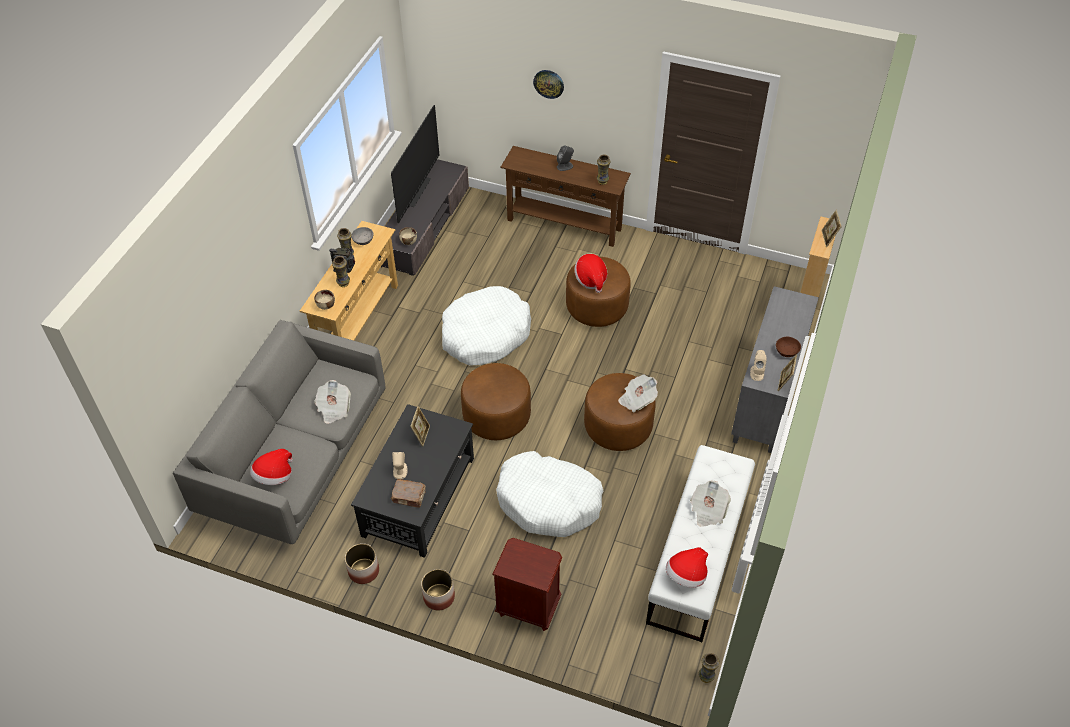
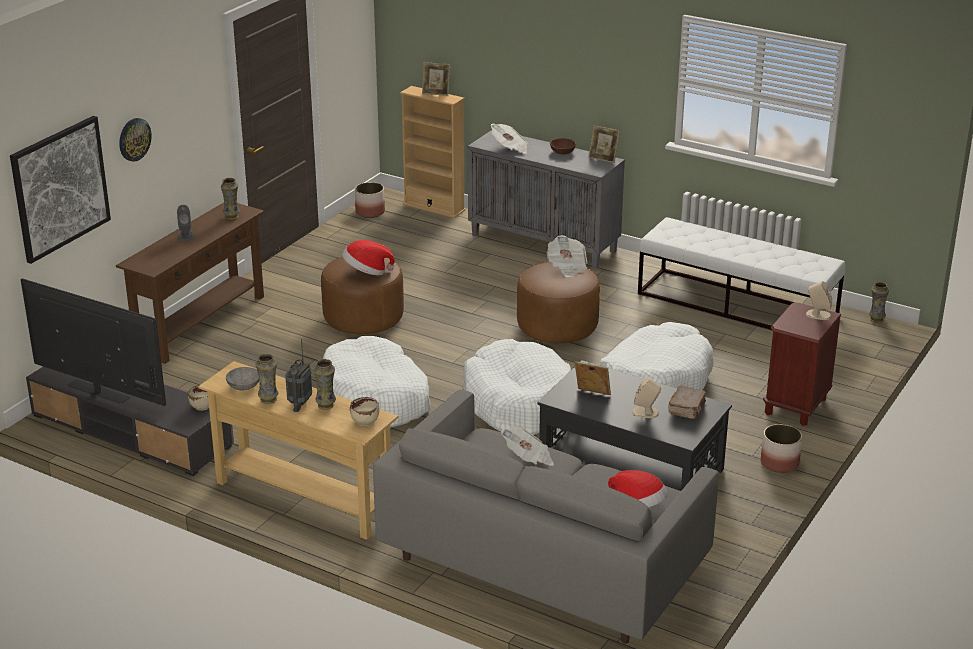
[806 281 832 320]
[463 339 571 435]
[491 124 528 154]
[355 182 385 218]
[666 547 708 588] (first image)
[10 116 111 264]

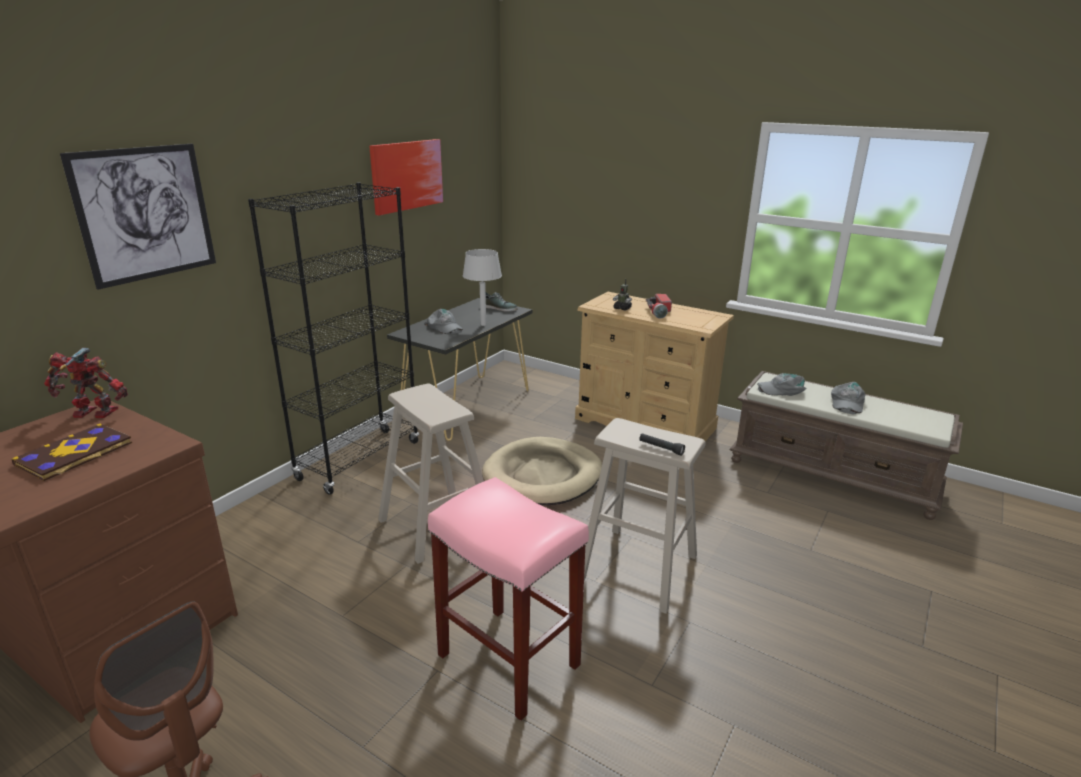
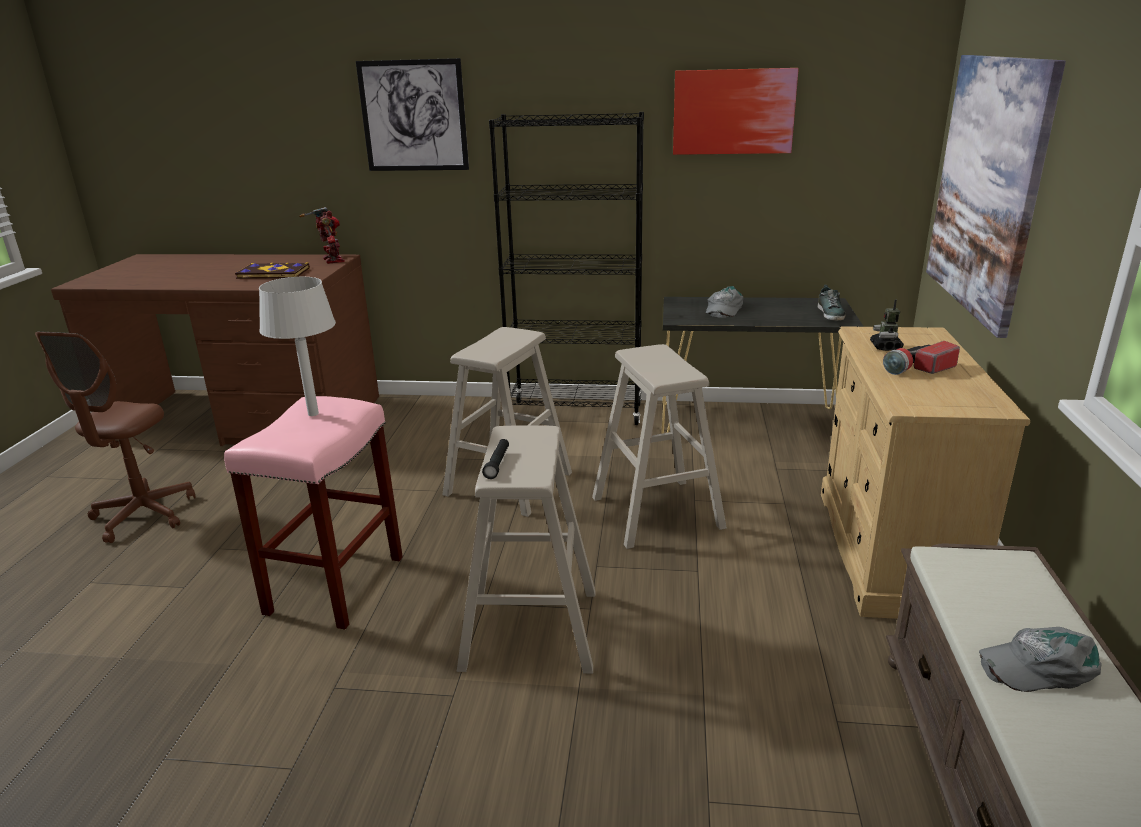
[259 277 336 416]
[758 373 806 396] (first image)
[592 344 727 549]
[926 55 1066 338]

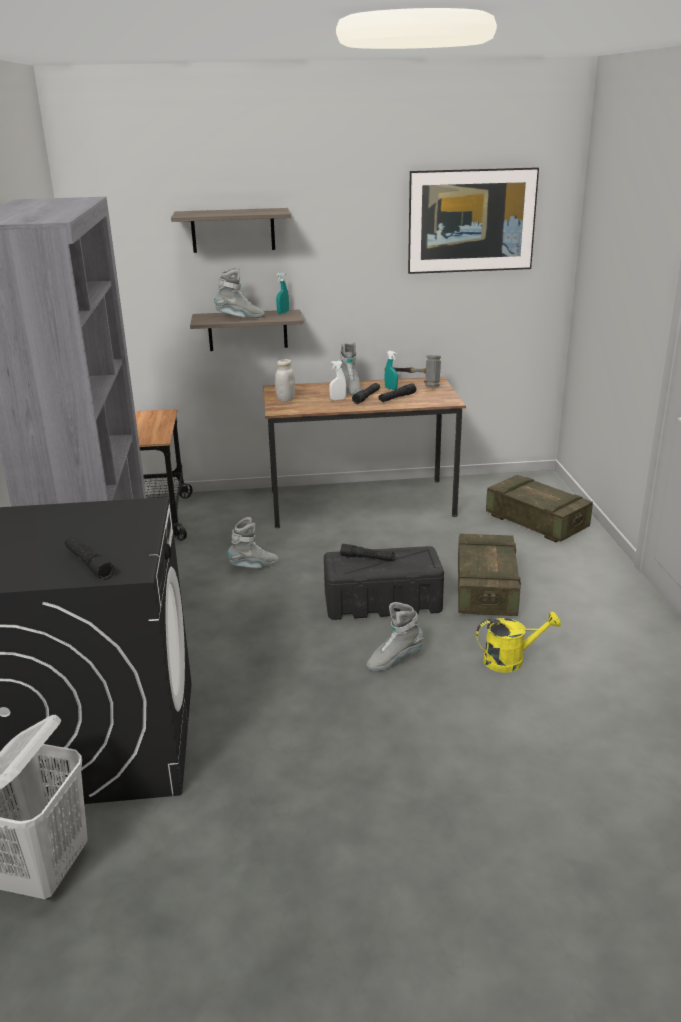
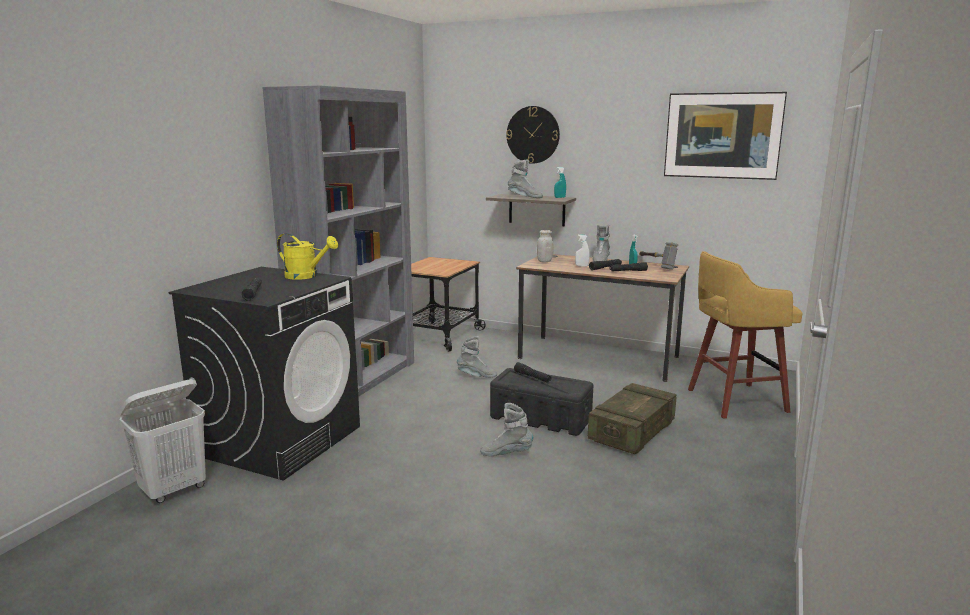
[506 106 560 164]
[688 251 803 418]
[277 233 338 280]

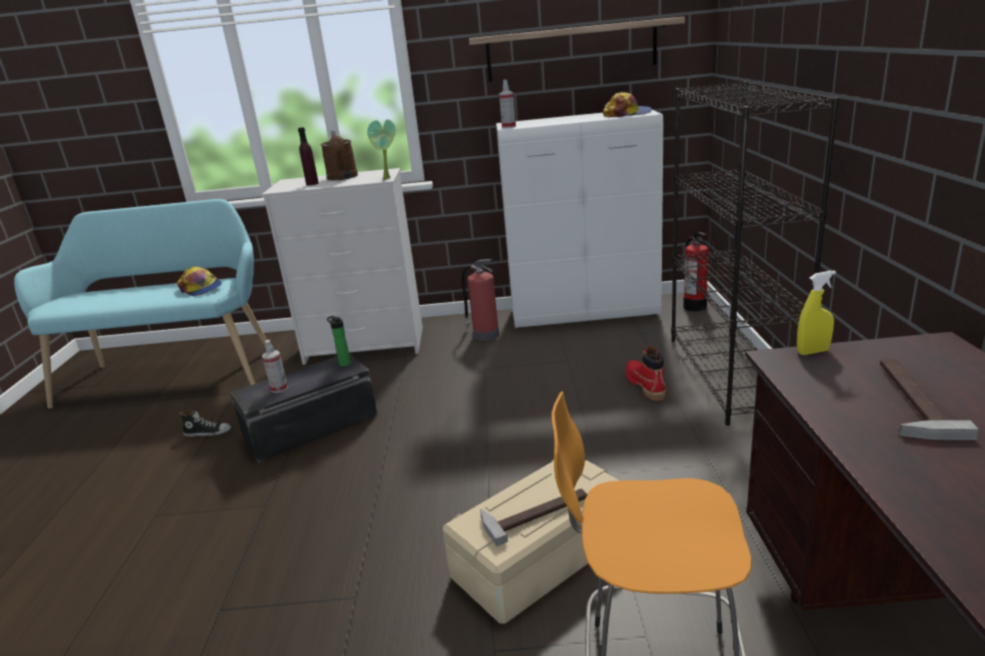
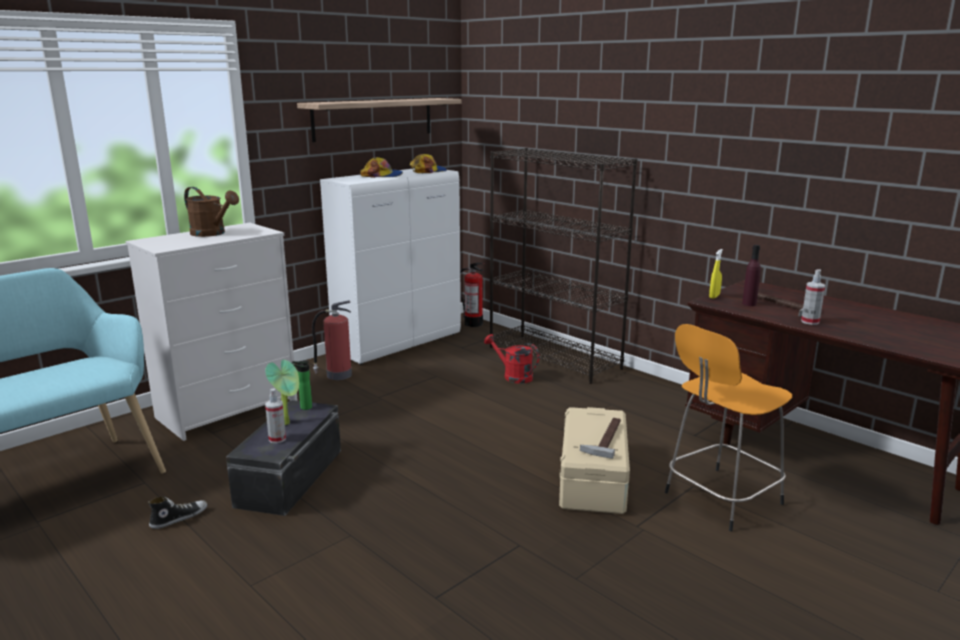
[801 269 825 325]
[265 360 299 425]
[742 245 761 306]
[360 157 403 178]
[484 334 540 384]

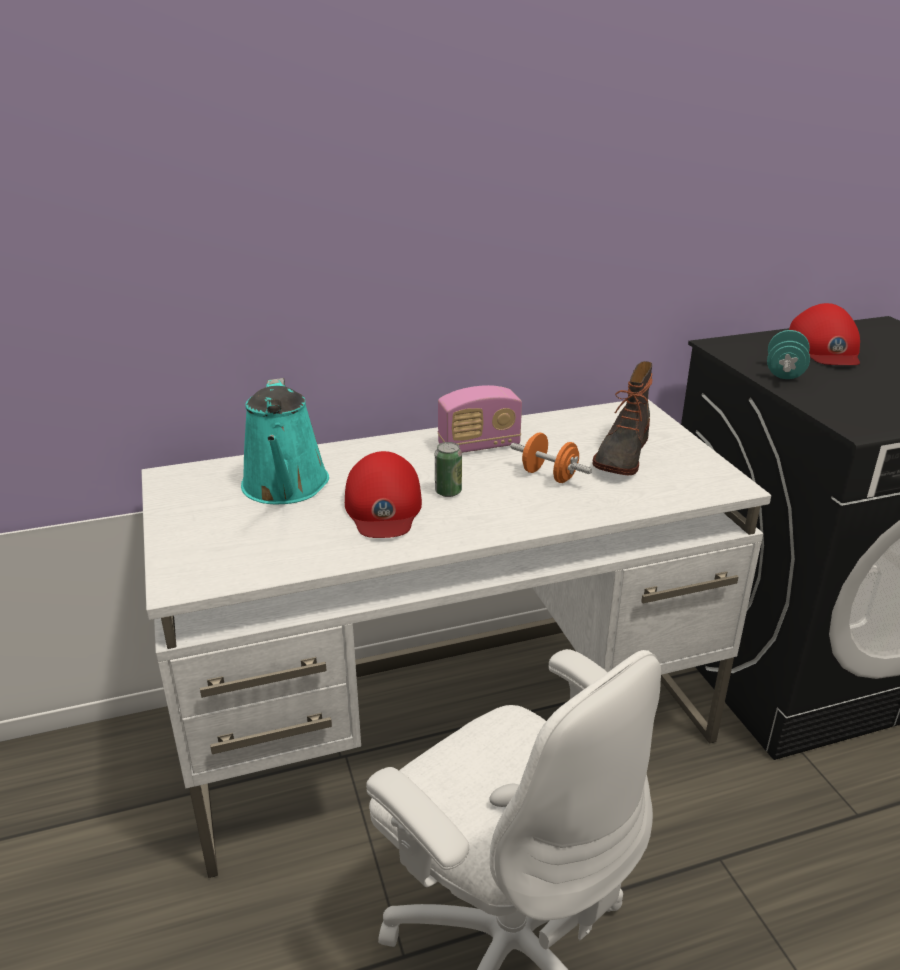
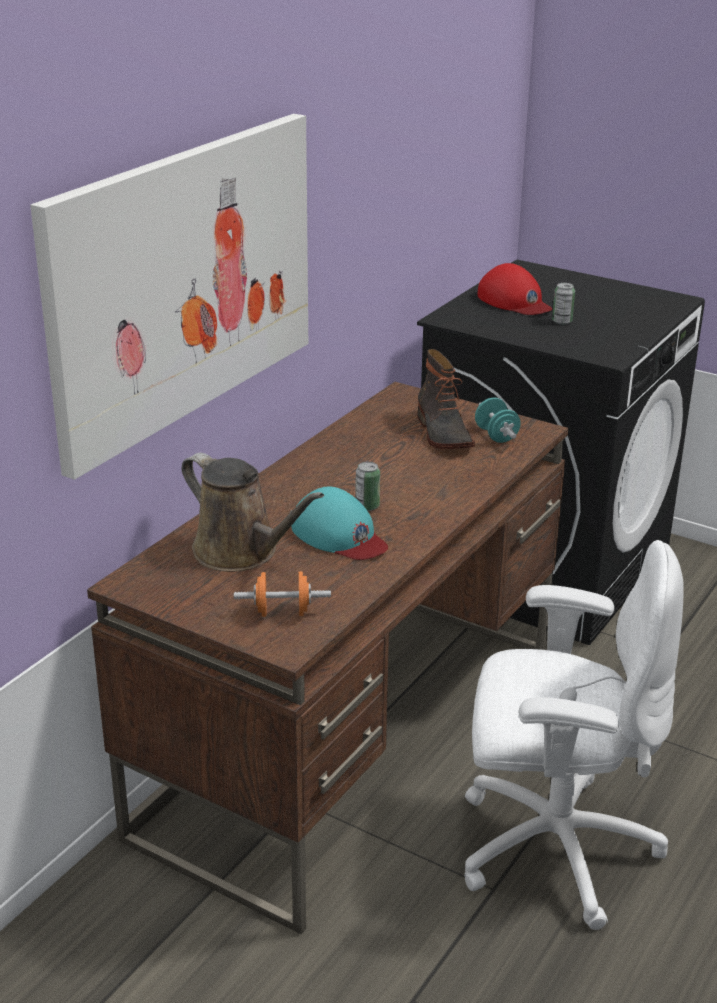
[475 398 521 443]
[182 453 324 572]
[438 385 522 453] (first image)
[87 382 568 934]
[234 571 331 617]
[292 486 388 560]
[30 114 308 480]
[552 283 575 325]

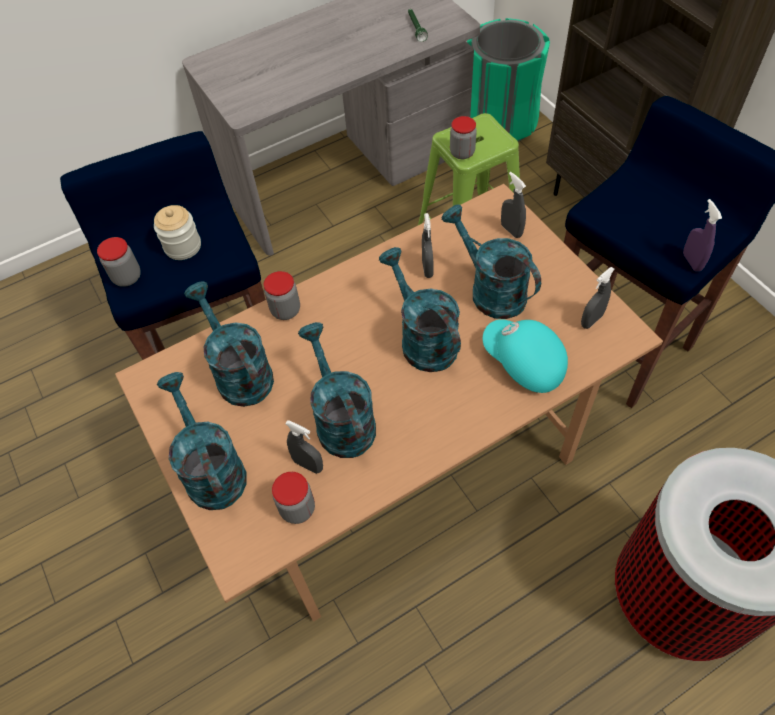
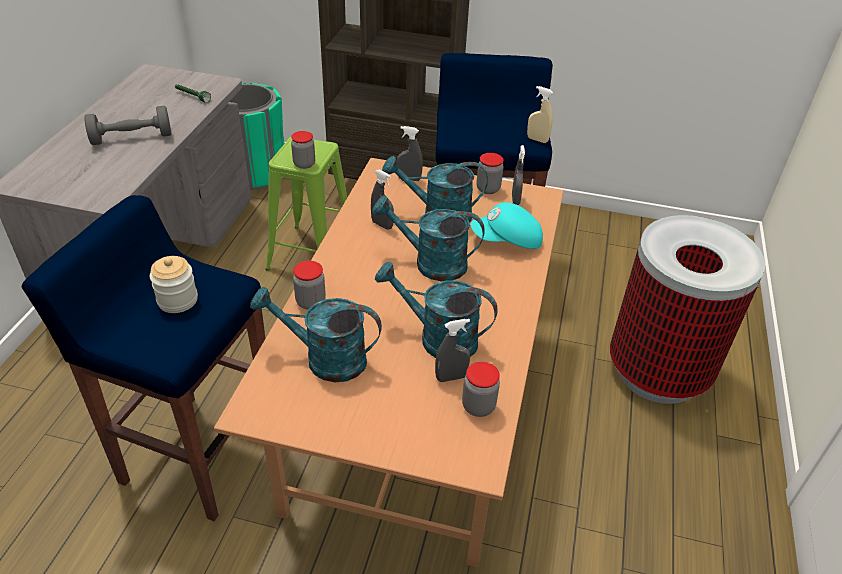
[527 86 553 143]
[477 153 504 194]
[157 372 247 510] (first image)
[84 106 171 145]

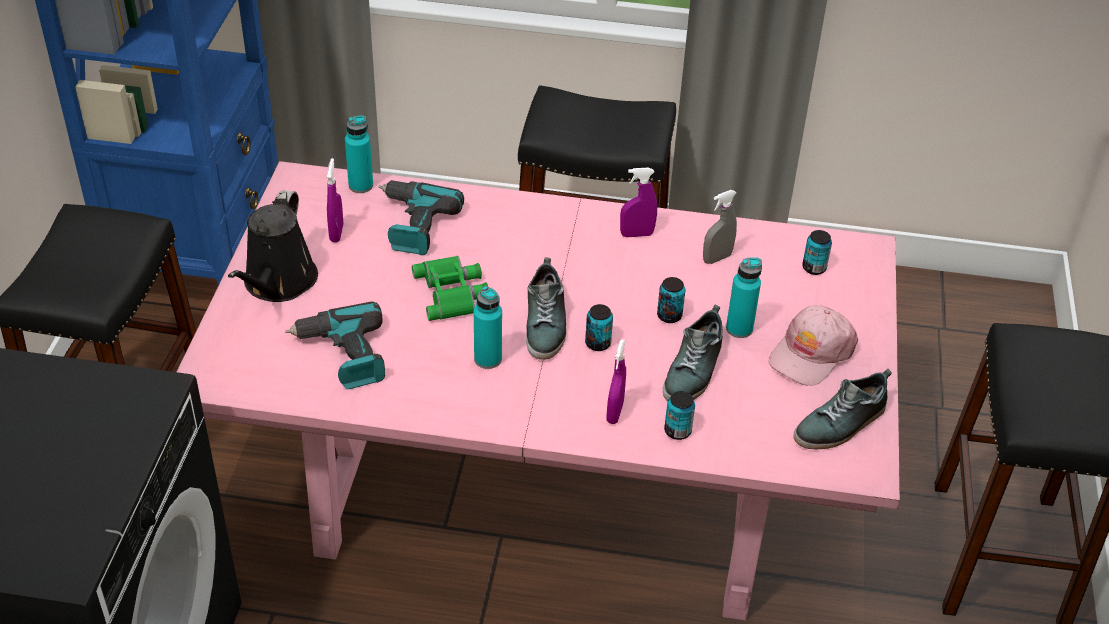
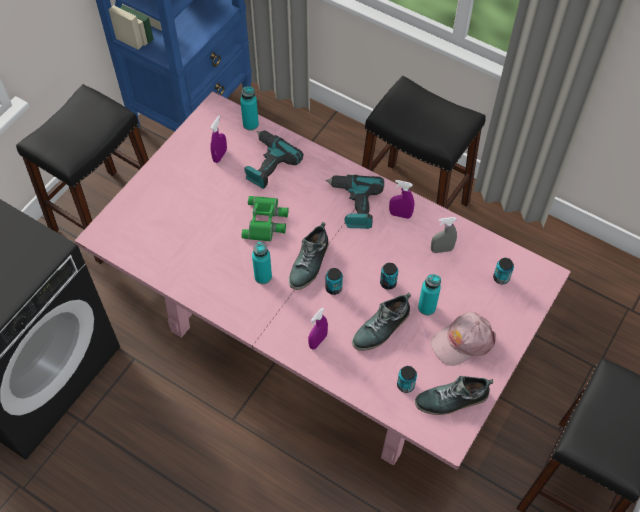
[228 190 318 302] (first image)
[326 175 384 229]
[397 366 417 393]

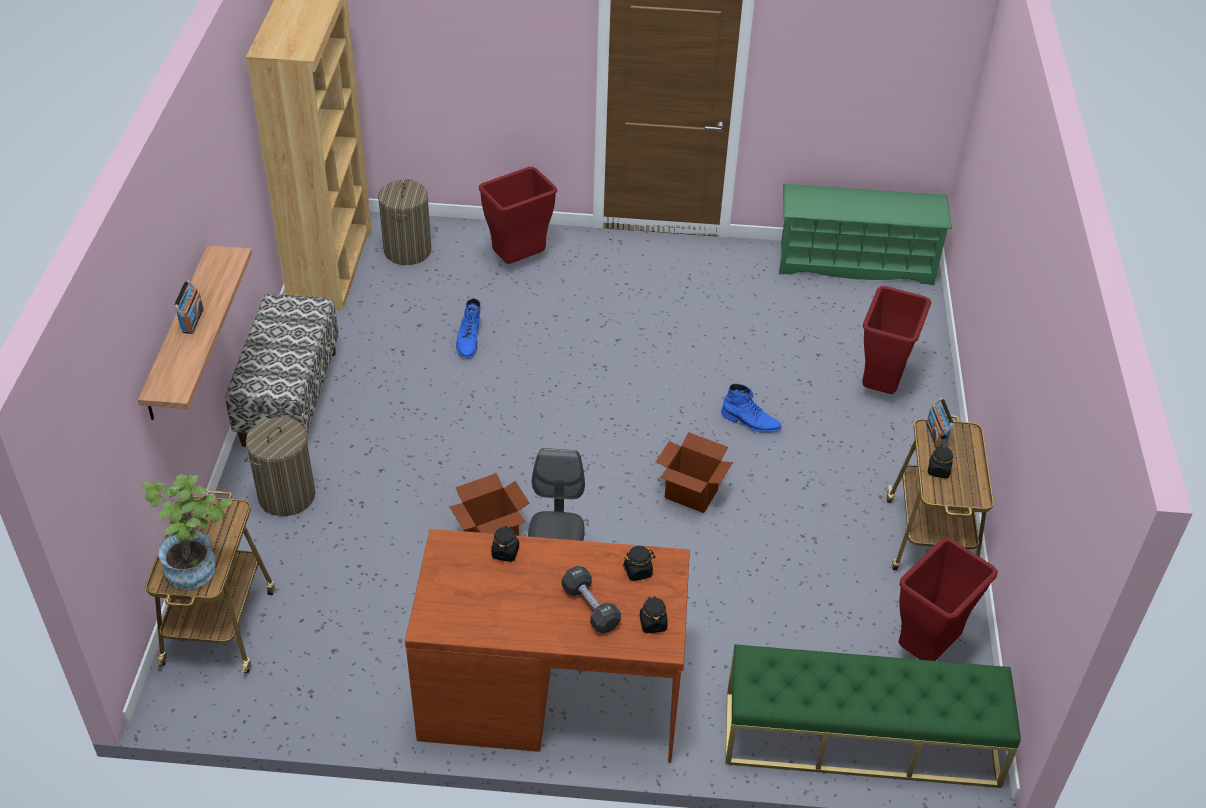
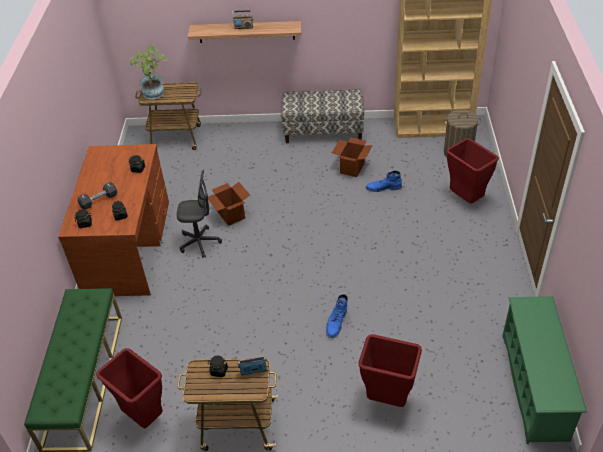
[246 417 315 516] (first image)
[332 138 373 177]

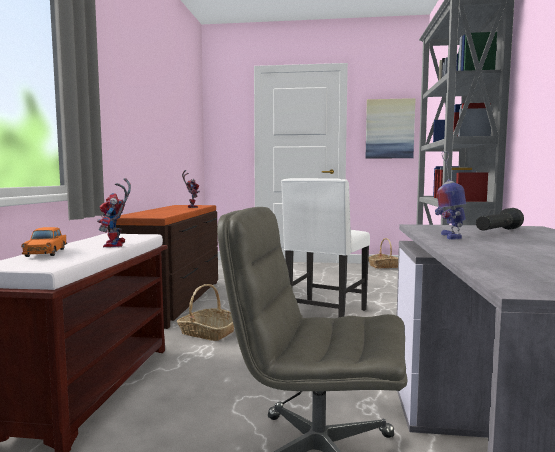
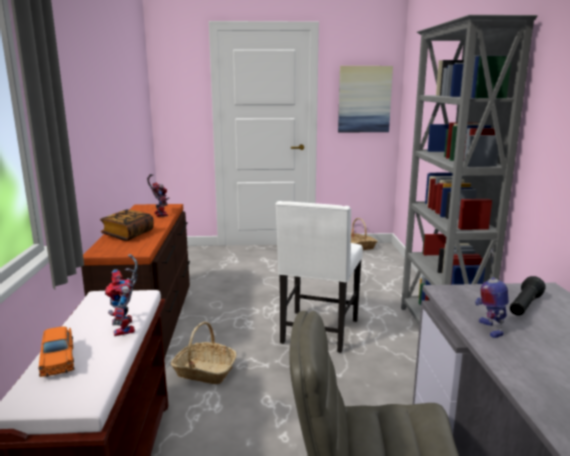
[100 209 154 241]

